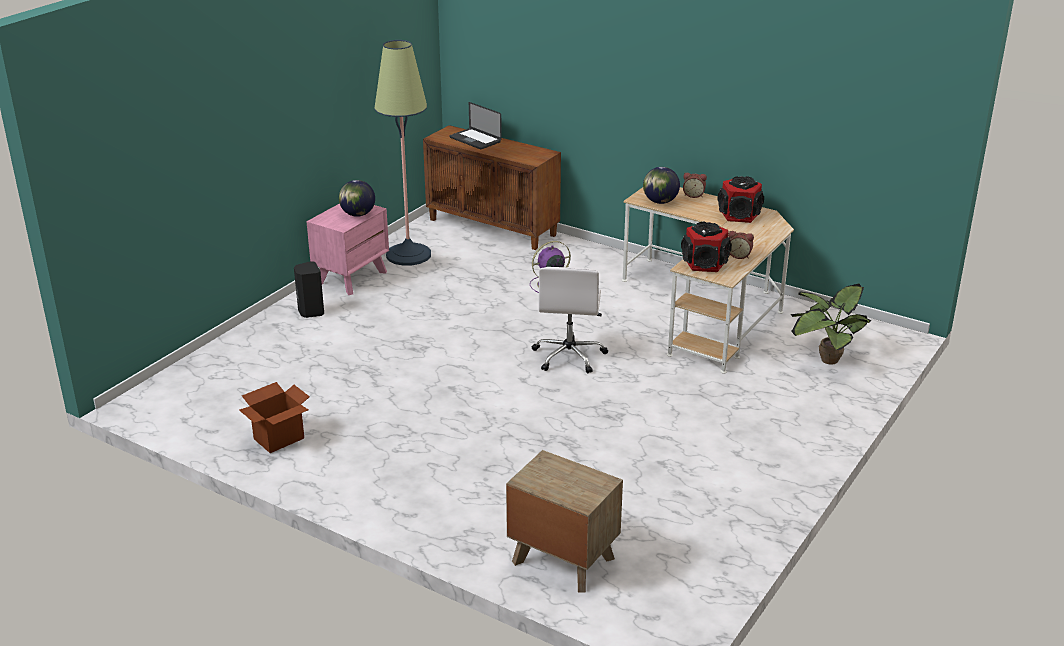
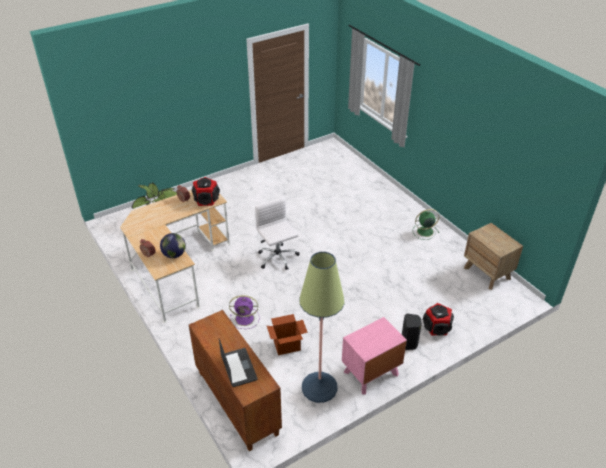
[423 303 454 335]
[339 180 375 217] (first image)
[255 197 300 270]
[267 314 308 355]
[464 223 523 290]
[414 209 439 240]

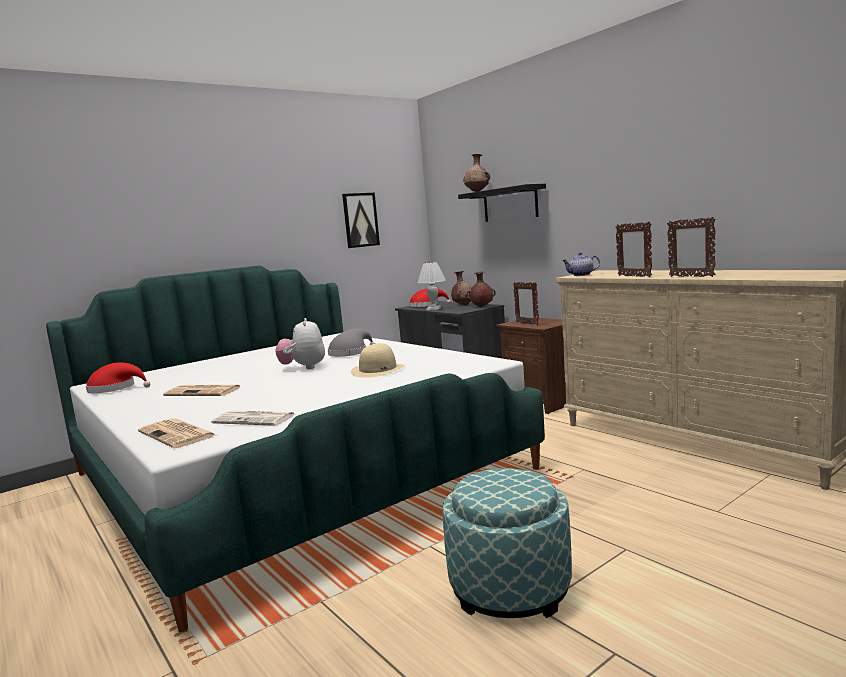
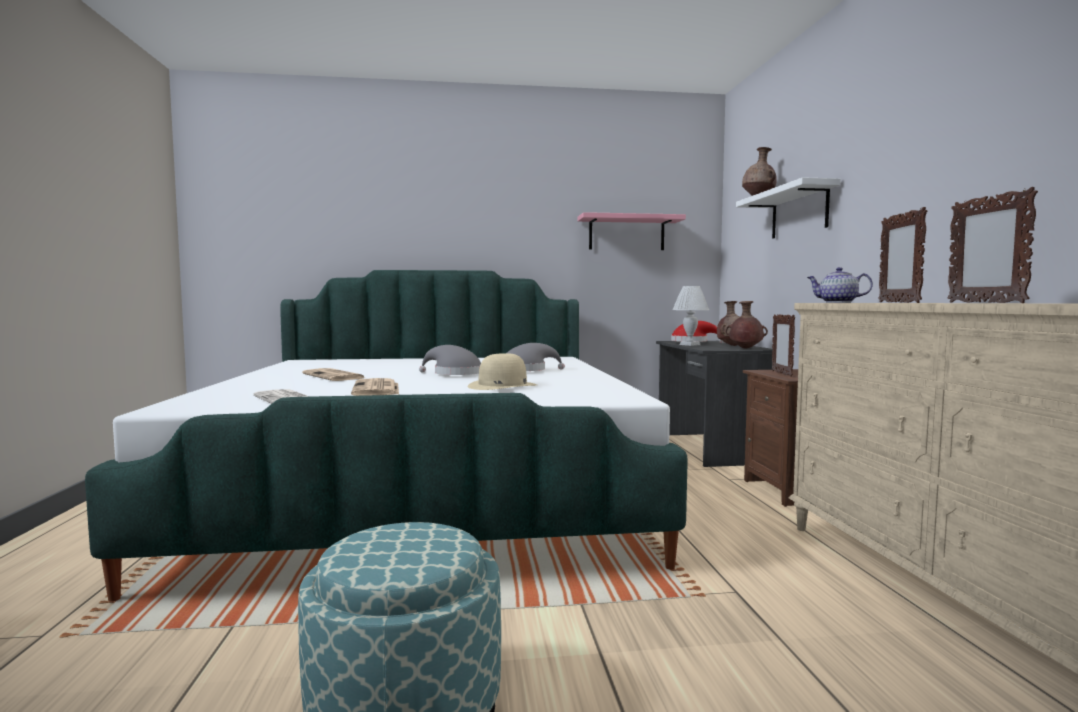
[736 177 841 238]
[578 212 686 250]
[419 345 481 375]
[86 362 150 393] (first image)
[351 378 399 396]

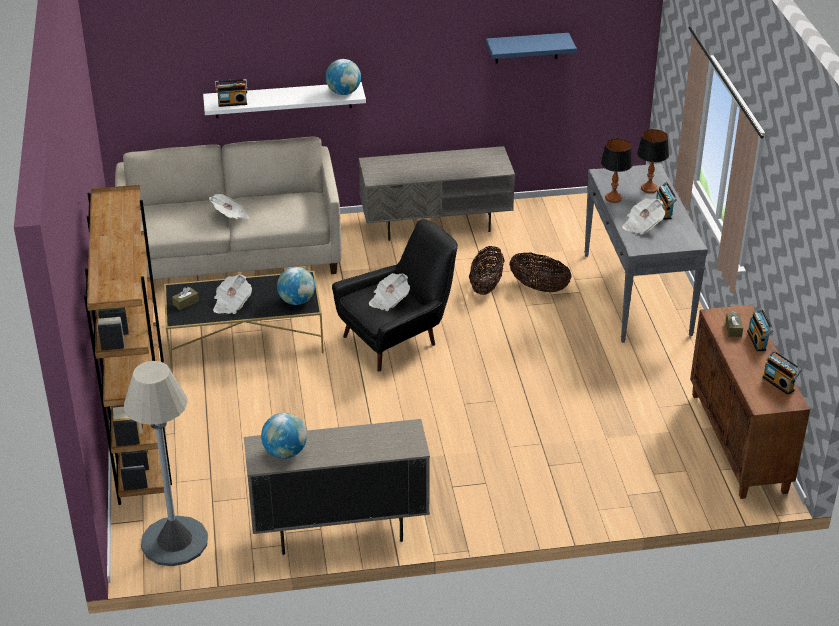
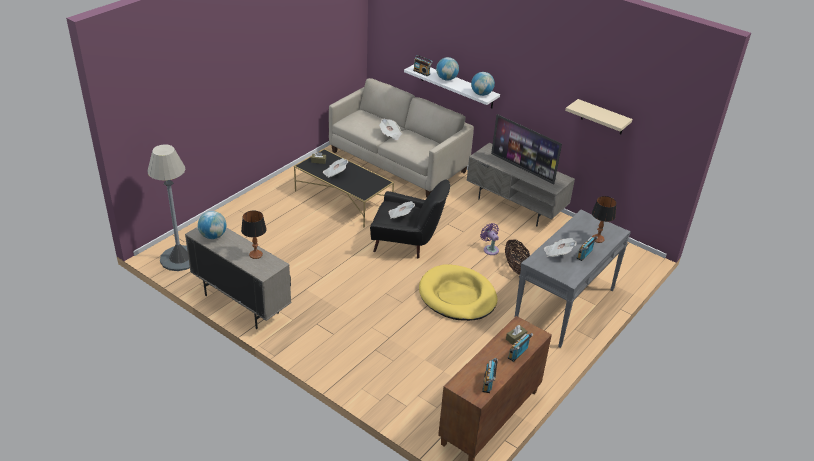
[565 99 633 134]
[241 211 267 259]
[84 185 172 505] (first image)
[480 223 499 255]
[436 57 459 81]
[491 114 562 184]
[419 264 498 321]

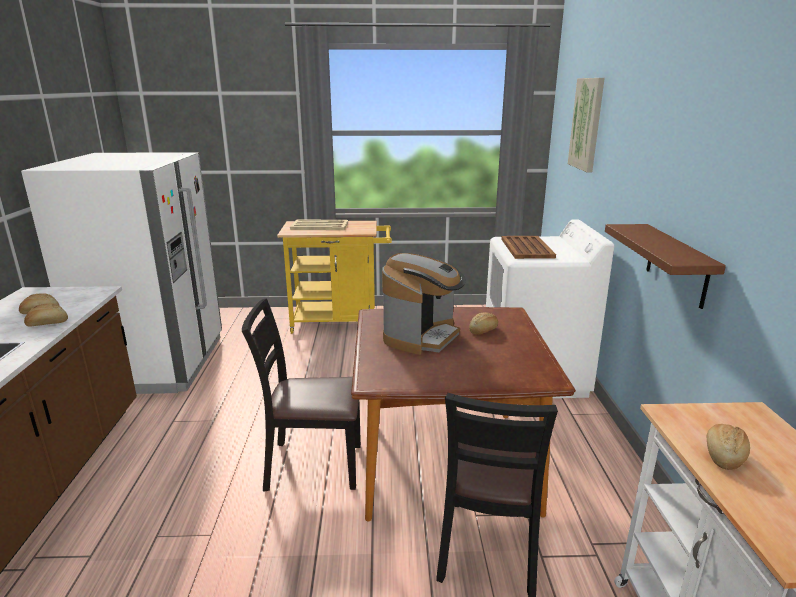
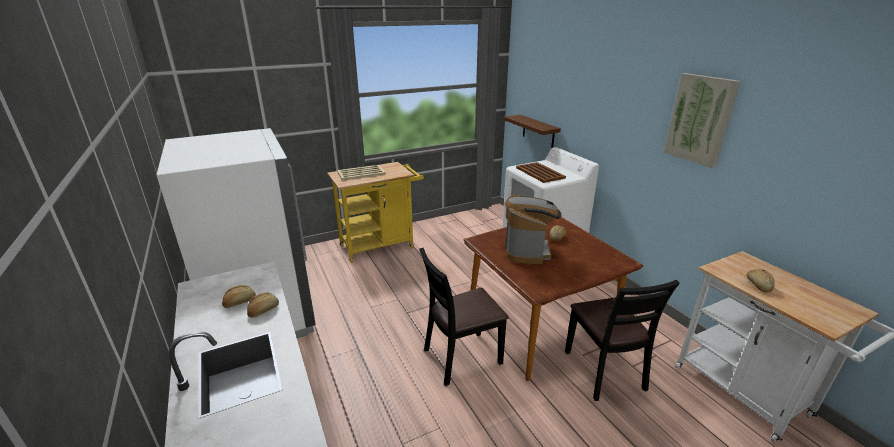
[664 73 741 168]
[504 115 561 148]

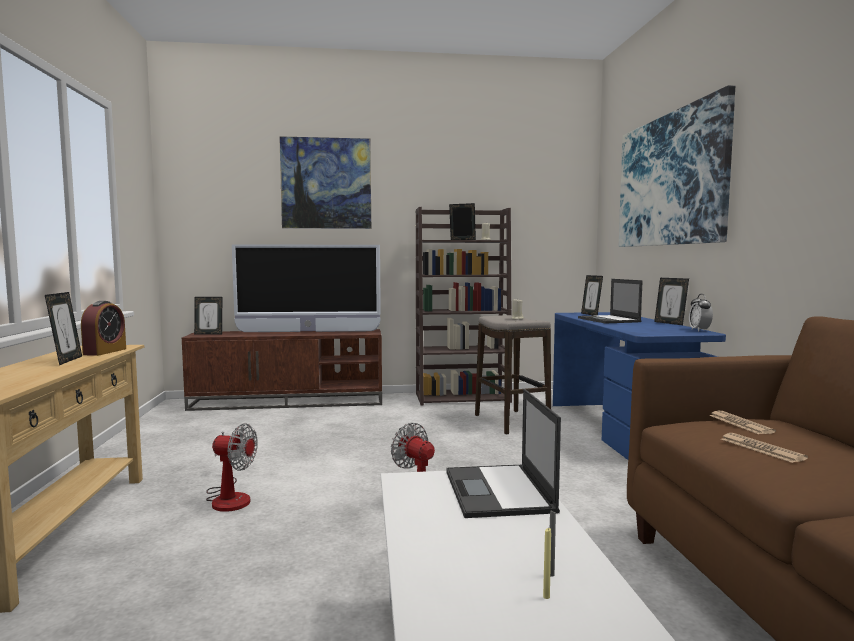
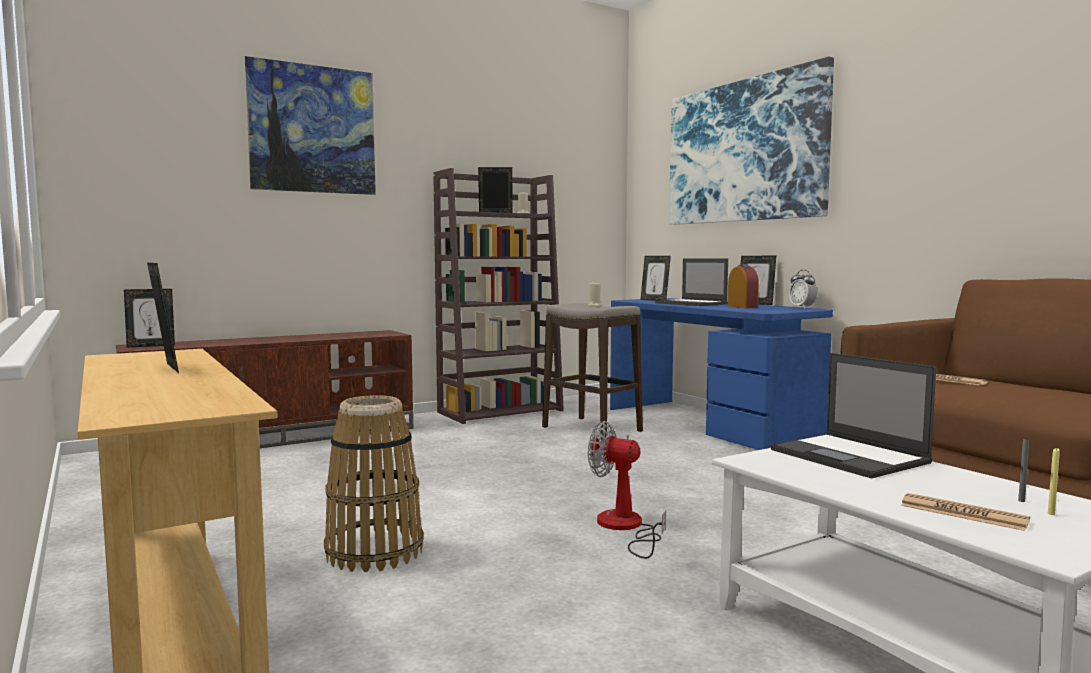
[232 244 381 332] (first image)
[728 264 759 308]
[324 395 424 572]
[901 493 1030 531]

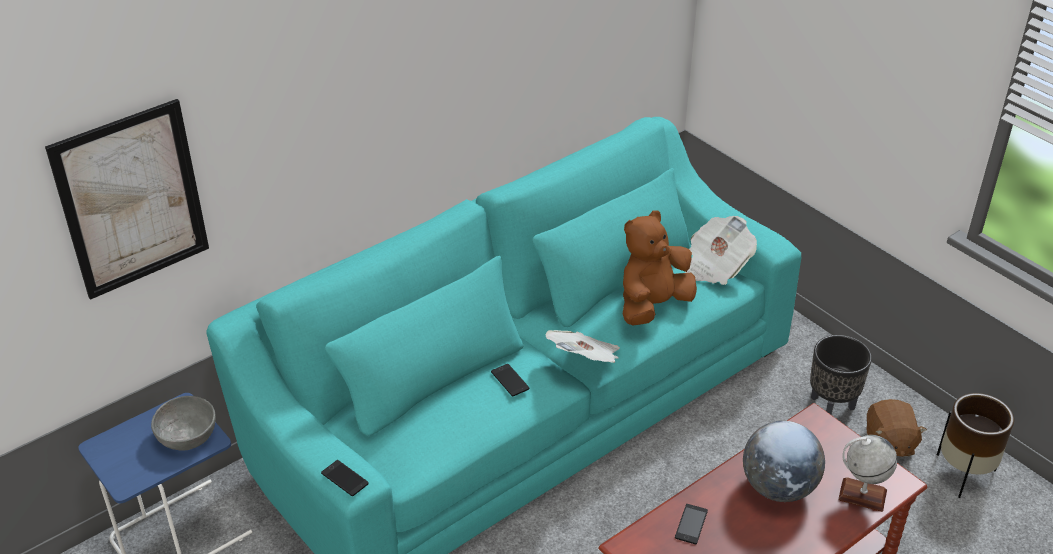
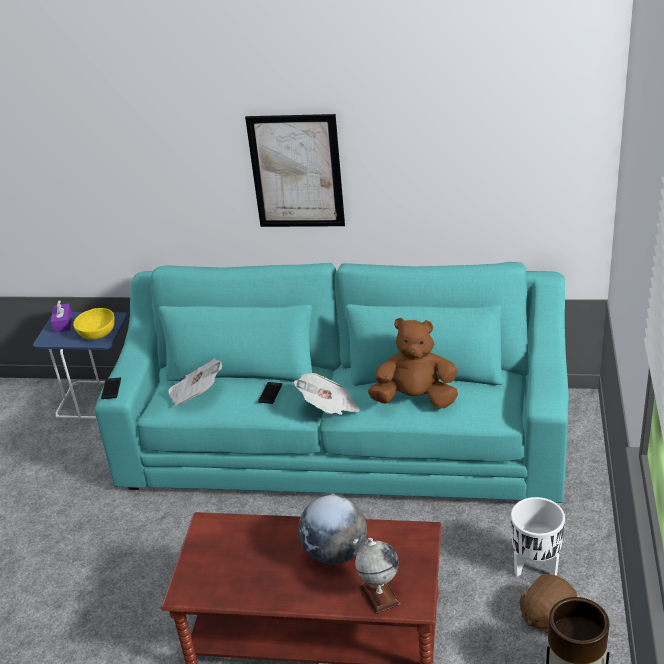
[245 114 345 227]
[168 358 222 407]
[511 497 565 576]
[73 308 115 340]
[675 504 708 544] (first image)
[51 301 72 333]

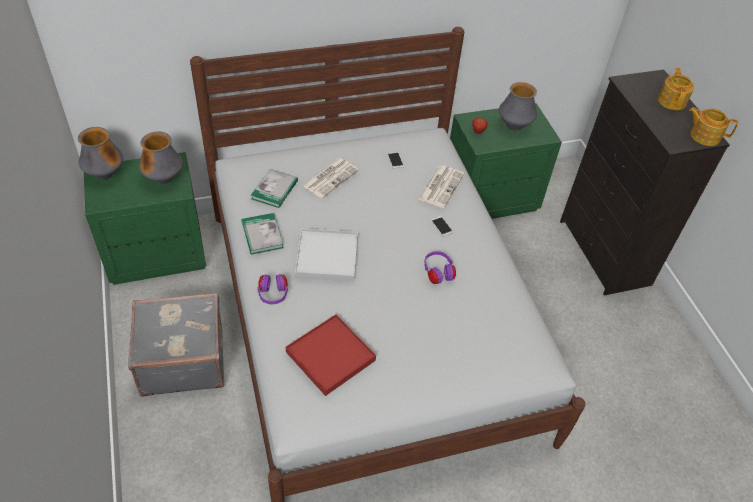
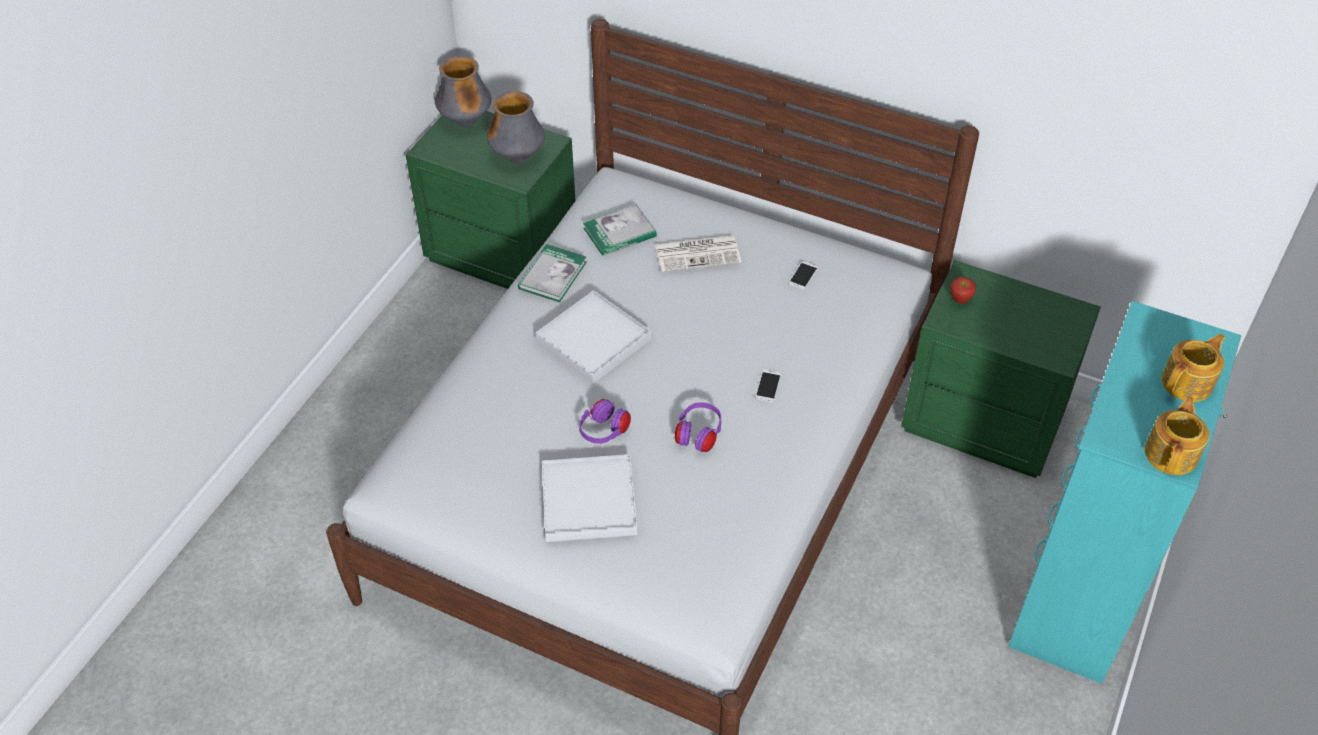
[1008 301 1241 684]
[499 82 537 131] (first image)
[1145 396 1209 475]
[418 165 464 208] (first image)
[579 399 631 444]
[128 293 224 397] (first image)
[286 314 376 396] (first image)
[542 454 638 542]

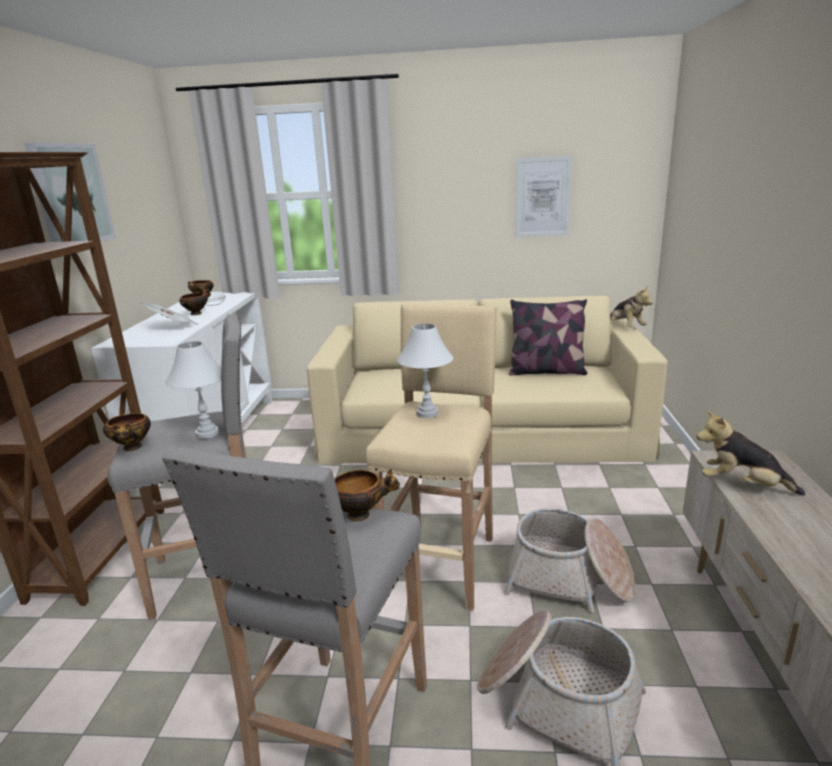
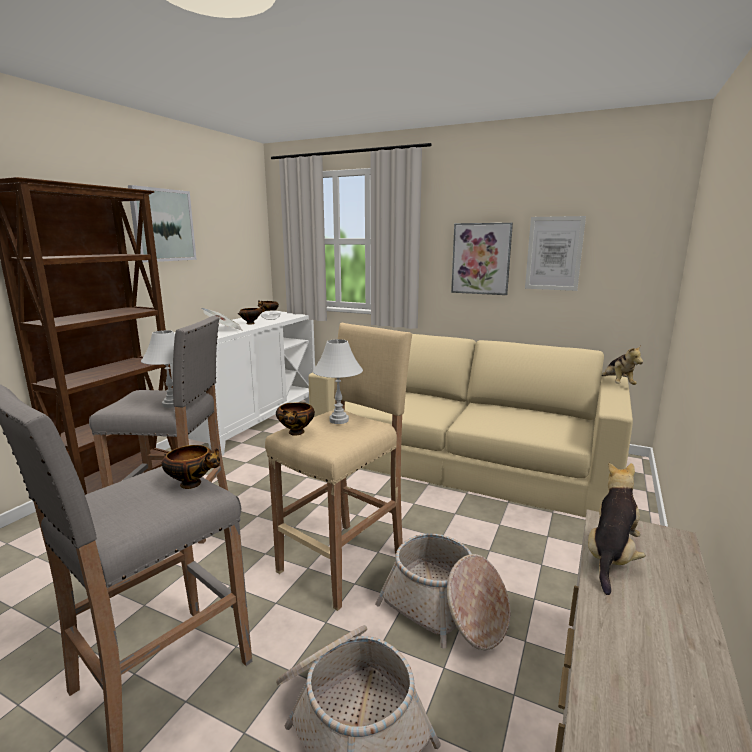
[509 299 587 375] (first image)
[588 462 646 595]
[276 403 315 436]
[451 223 513 295]

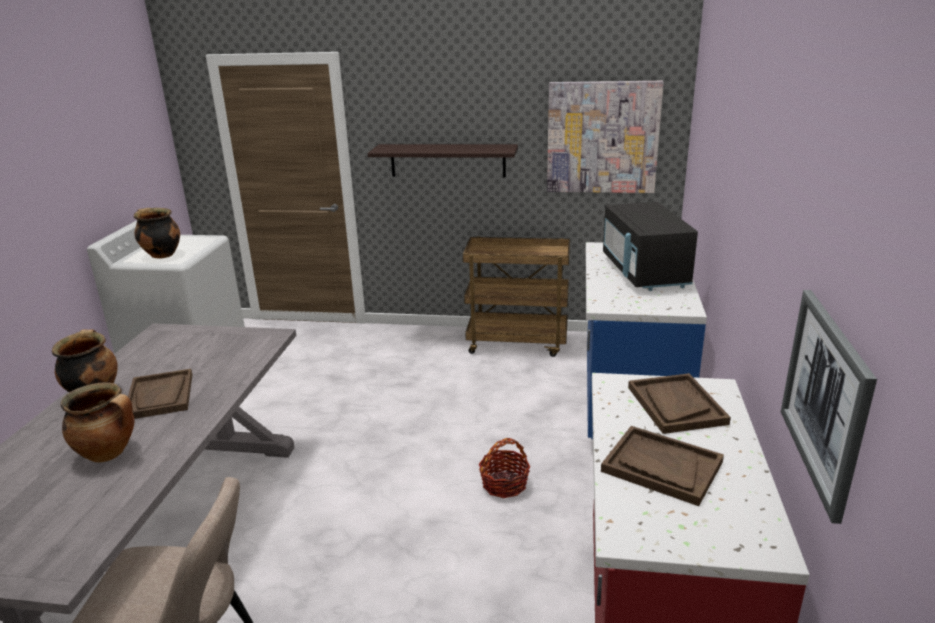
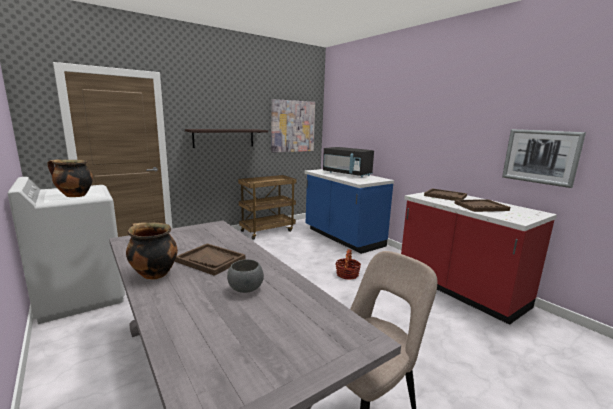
[227 259 264 293]

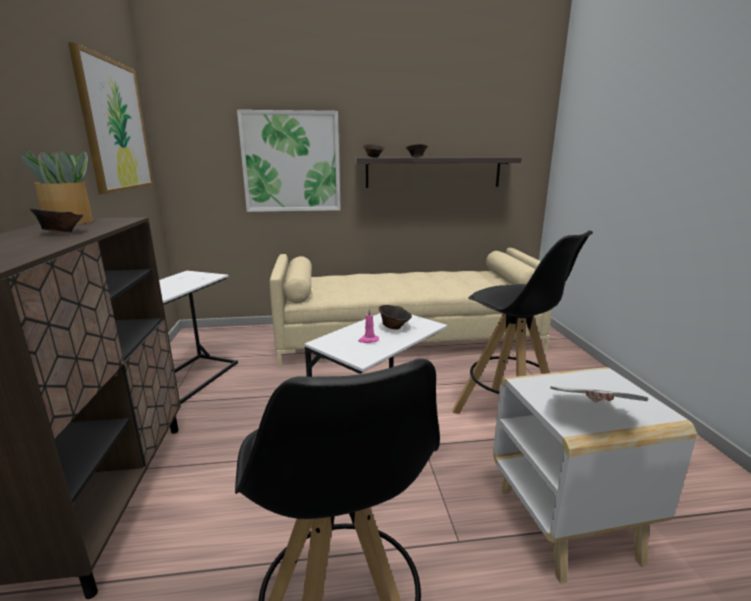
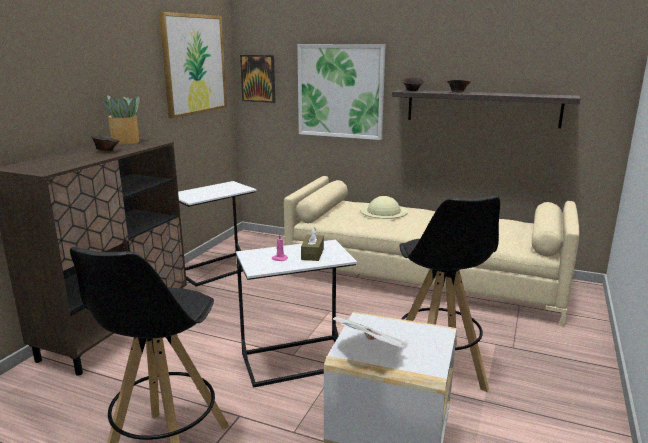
[301 228 324 261]
[240 55 275 103]
[360 196 408 219]

